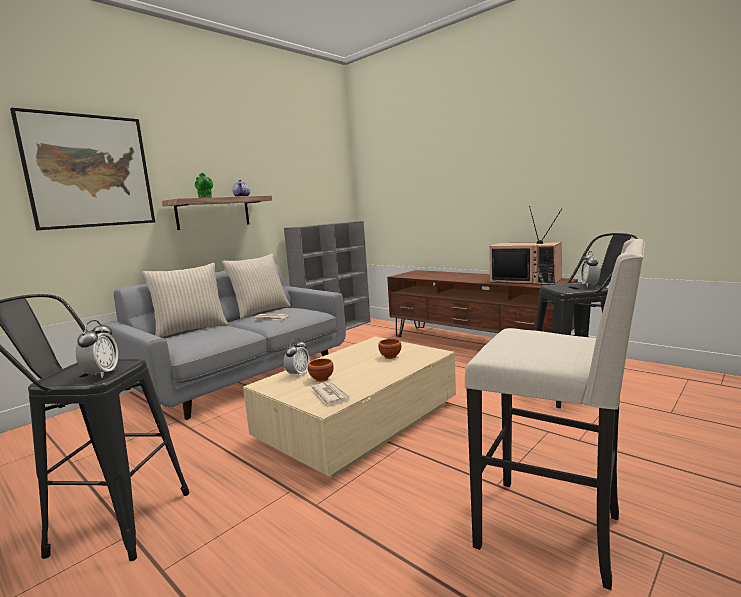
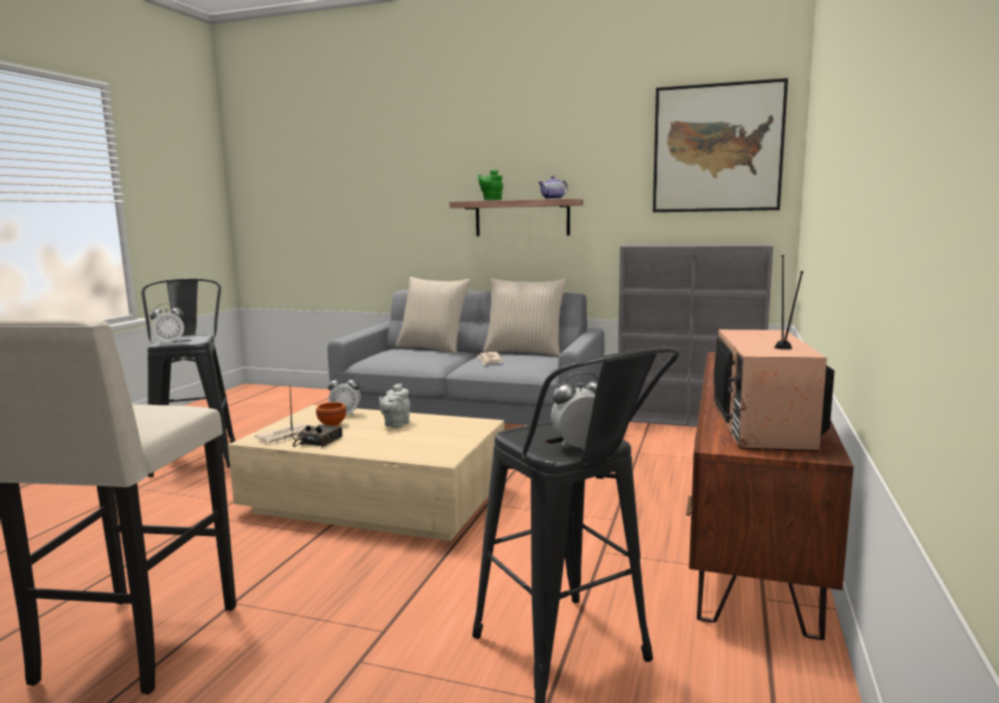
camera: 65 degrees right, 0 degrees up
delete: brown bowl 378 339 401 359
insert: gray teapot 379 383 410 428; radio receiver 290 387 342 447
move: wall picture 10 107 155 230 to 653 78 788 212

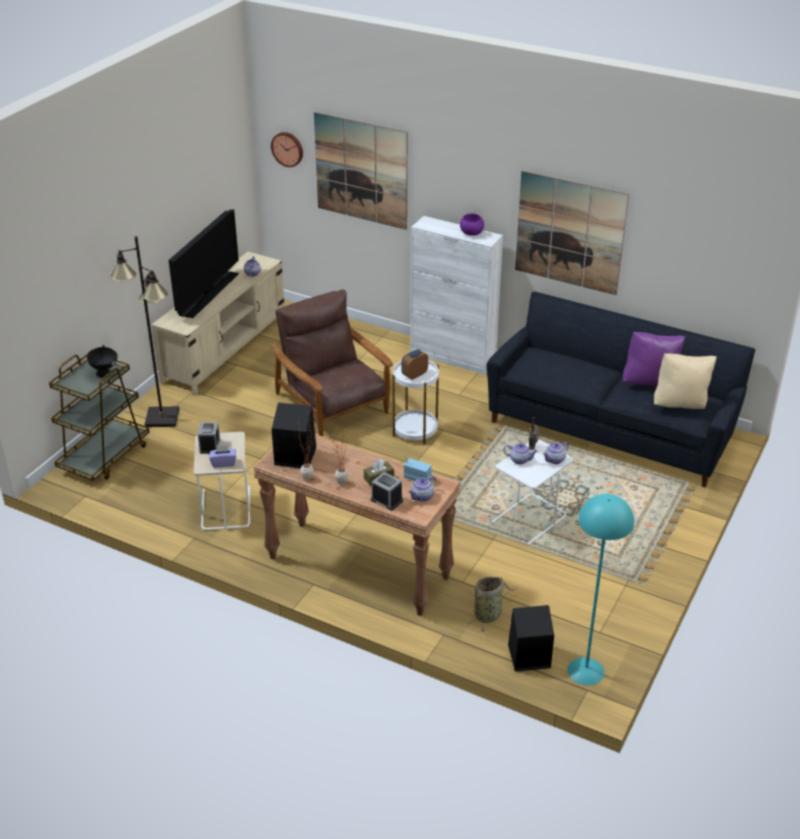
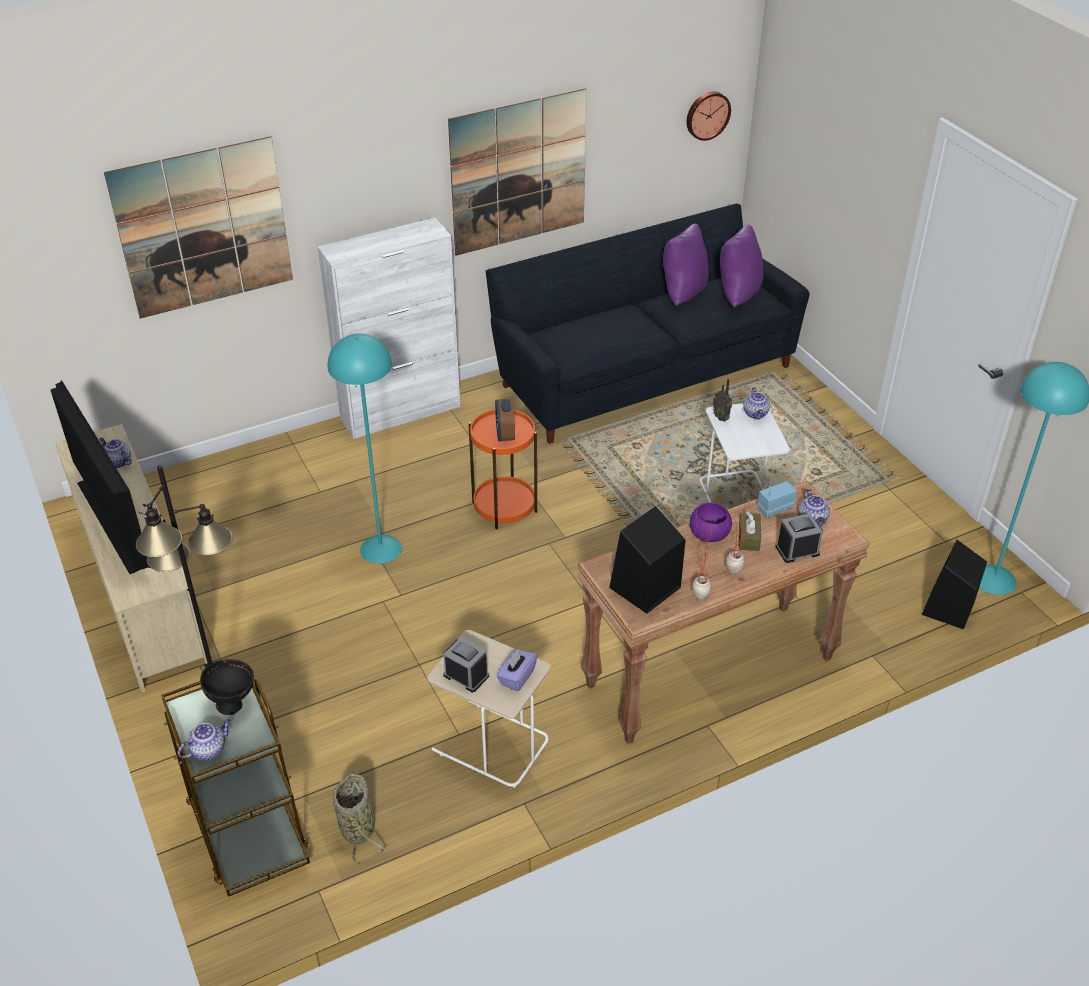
camera: 55 degrees left, 5 degrees up
move: wall clock 271 132 303 167 to 687 92 731 141; purple bowl 460 213 484 236 to 690 502 732 542; teapot 503 443 538 464 to 178 718 231 760; household basket 467 577 517 632 to 333 771 386 865
replace: brown lounge chair 272 289 393 436 to turquoise-coloured floor lamp 328 333 402 564
recolor: beige-coloured pillow 654 353 716 409 to purple pillow 720 224 764 307; whitish accent table 392 360 439 444 to orangey accent table 468 409 537 529

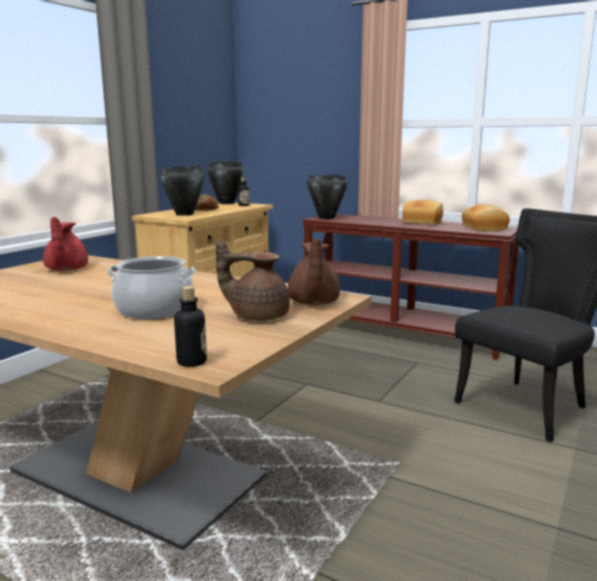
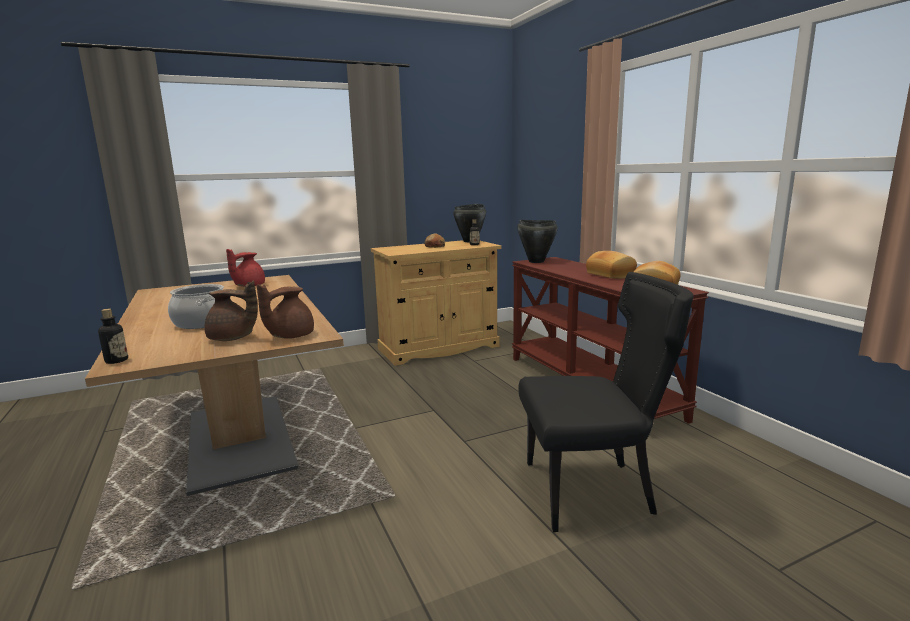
camera: 35 degrees right, 0 degrees up
delete: black-coloured saucepot 160 165 205 216
rotate: brown teapot 216 240 290 321 = 205 281 258 341 150 degrees clockwise

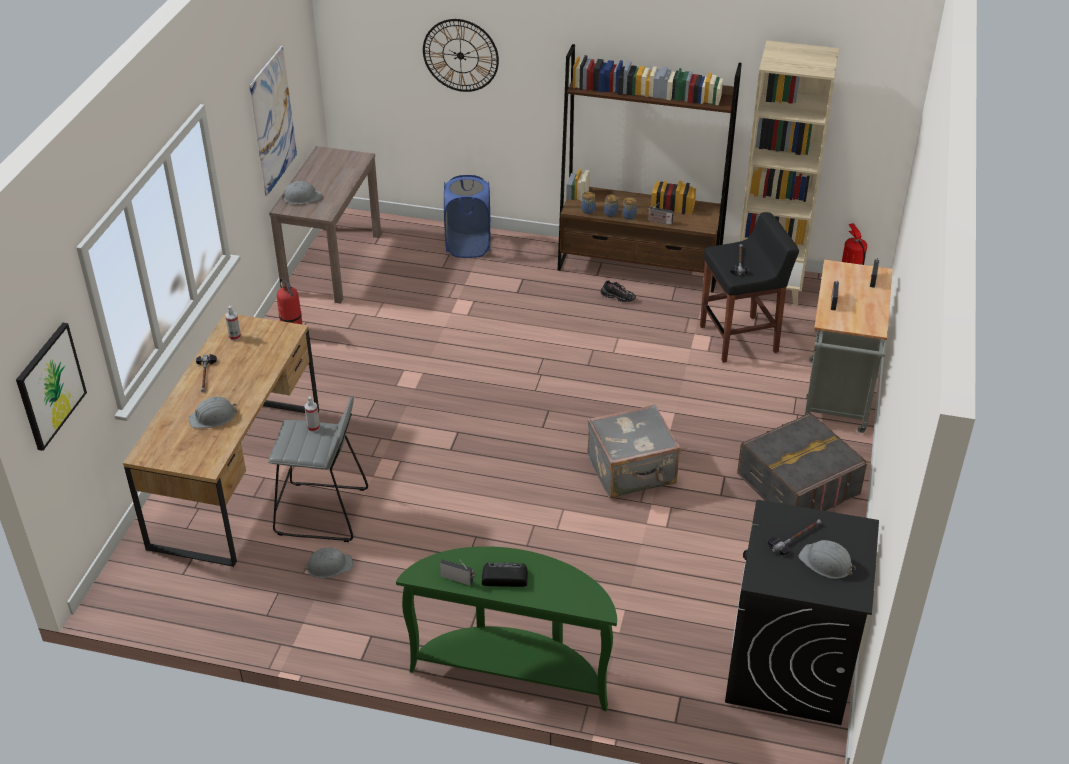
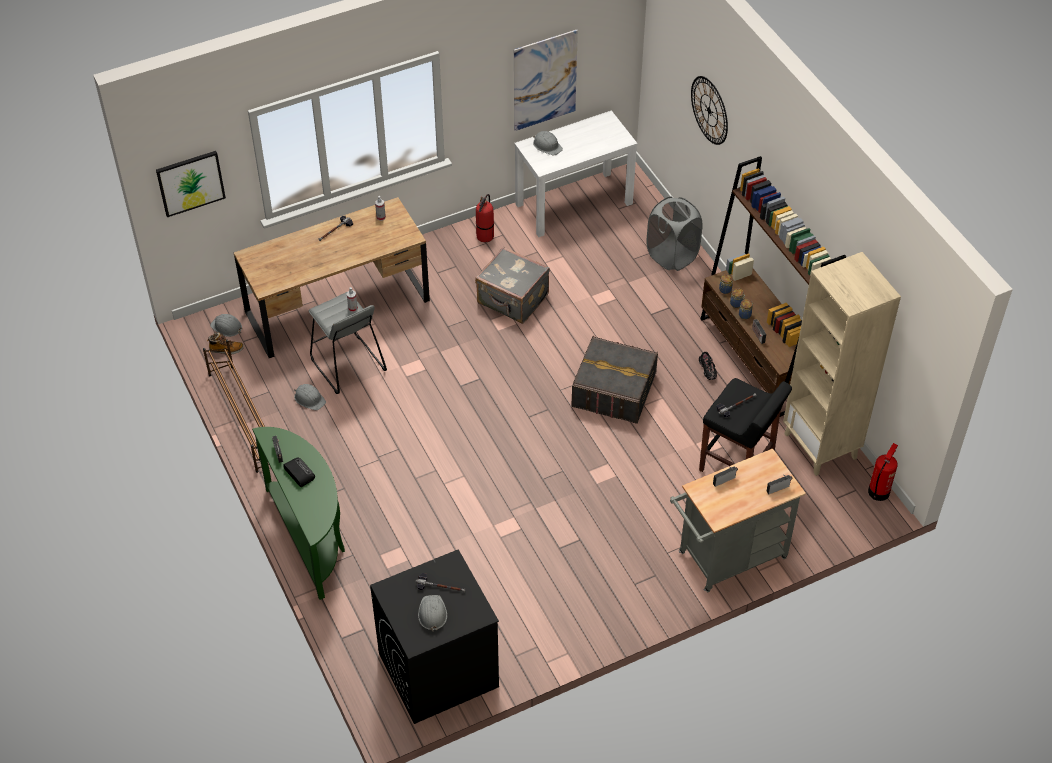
camera: 50 degrees right, 10 degrees up
insert: high-top boot 207 332 244 354; brown shoe stand 203 340 269 473
move: gray hard hat 188 397 237 428 to 210 314 243 337; gray travel case 588 404 681 498 to 475 247 550 324; gray storage bin 737 412 867 511 to 571 335 658 424
recolor: brown hall table 269 146 381 304 to whitish hall table 514 110 638 237; blue hamper 444 175 490 258 to gray hamper 646 197 703 271

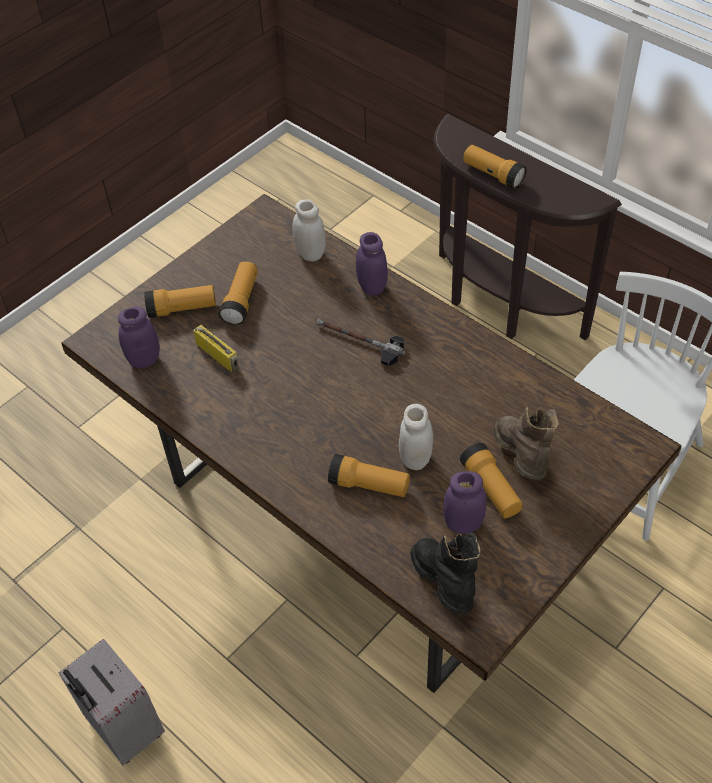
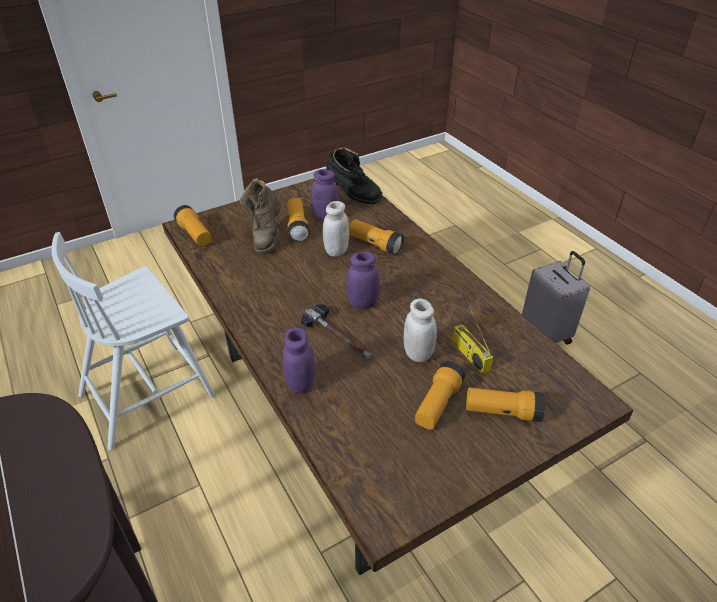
camera: 165 degrees left, 10 degrees down
move: torch 463 145 527 189 to 174 205 212 247; whitish preserve jar 293 199 326 262 to 404 299 437 362; purple preserve jar 118 306 160 368 to 347 252 380 309
rotate: black-coloured high-top boot 410 532 481 613 = 326 148 382 204 60 degrees counterclockwise

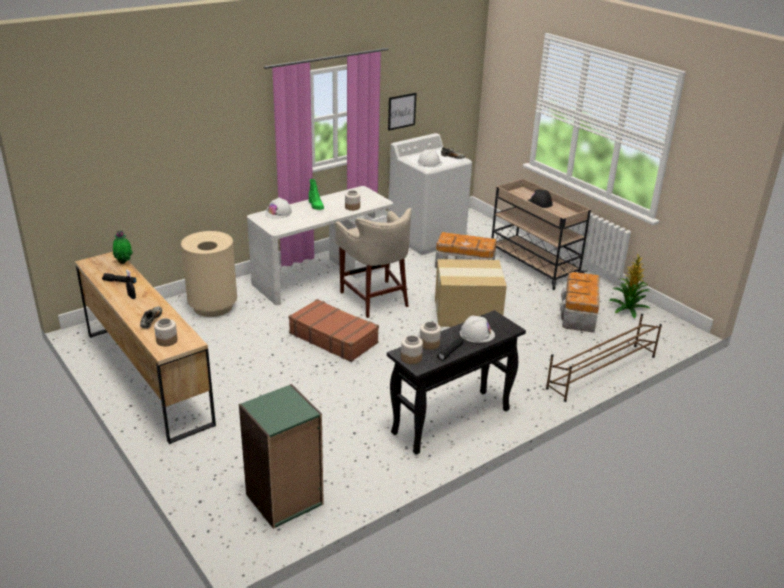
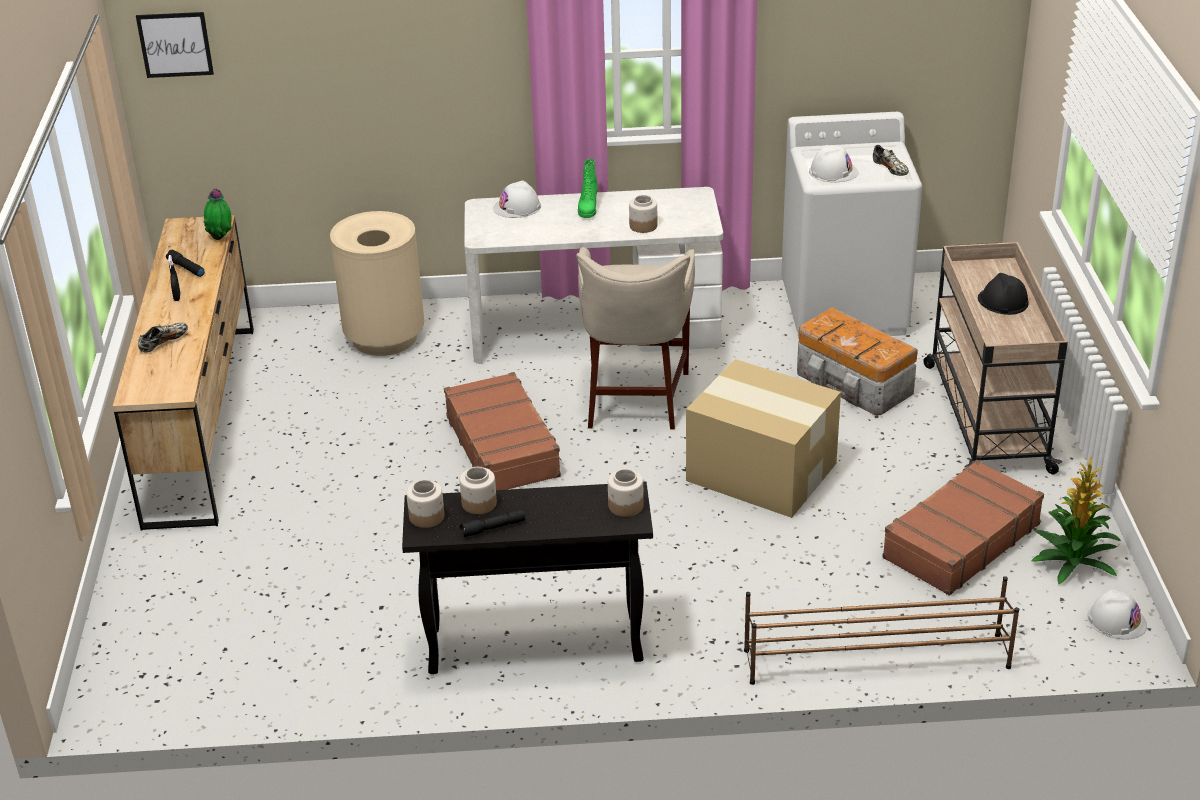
camera: 35 degrees right, 5 degrees up
delete: green-coloured shelving unit 239 384 324 529
move: wall picture 388 93 416 131 to 136 12 214 78; whitish hard hat 460 315 495 343 to 1087 589 1147 640; preserve jar 154 318 178 346 to 608 469 644 517
replace: storage bin 560 272 599 333 to brown travel case 882 460 1044 596

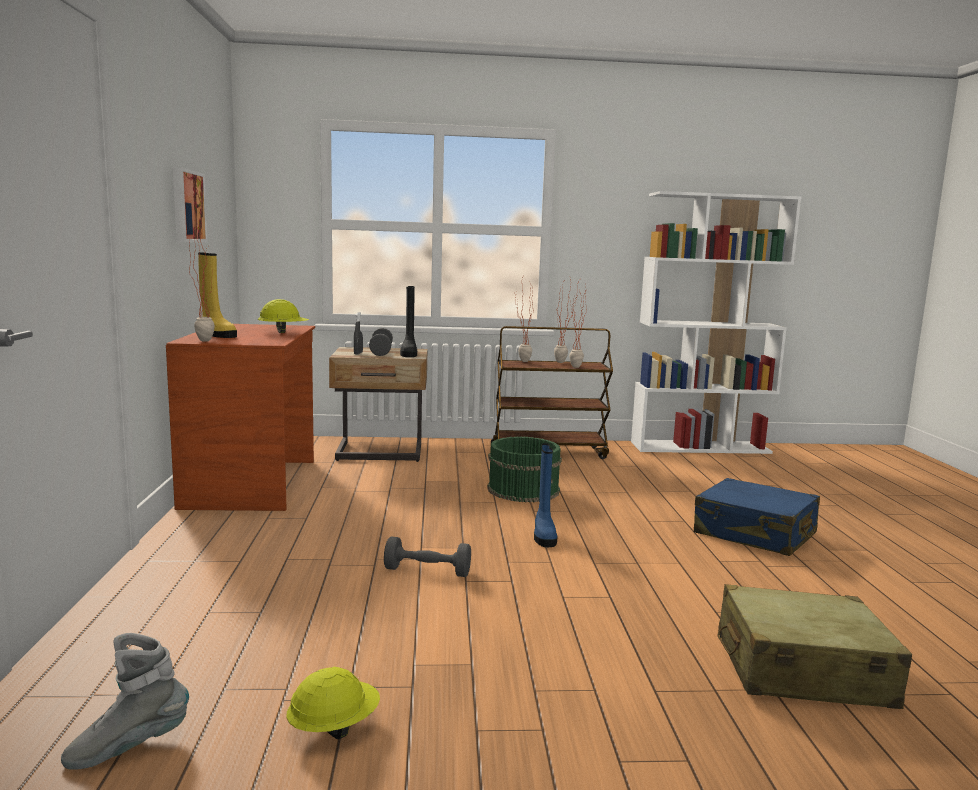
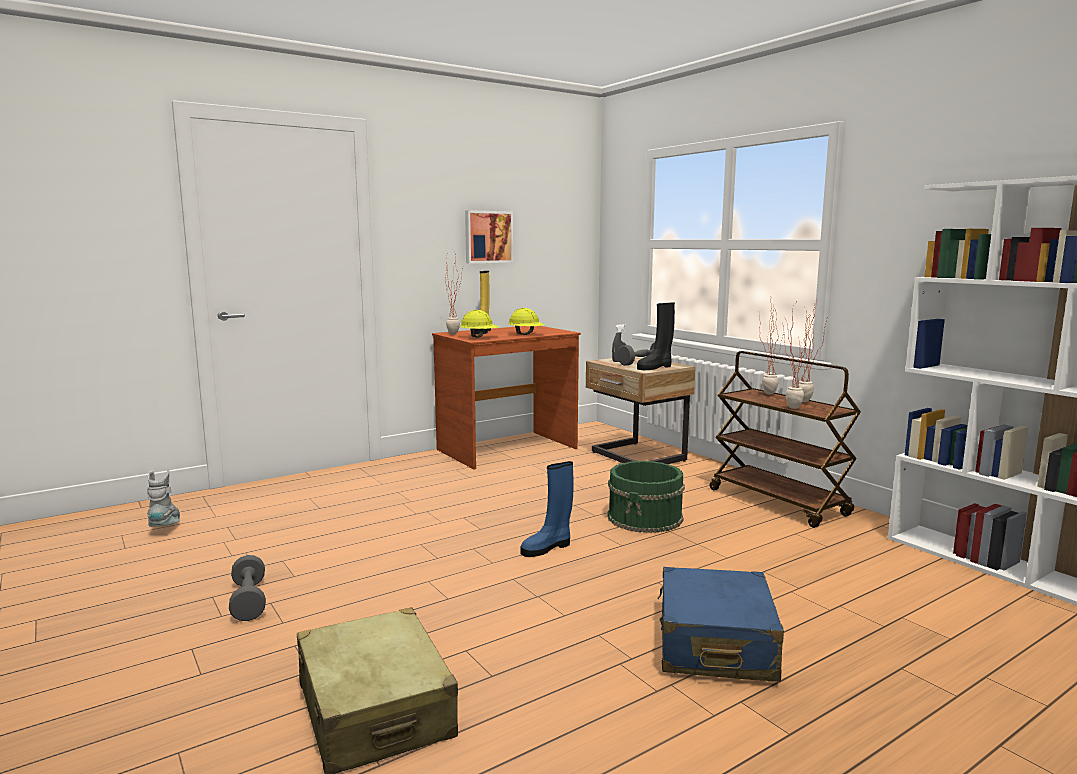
camera: 60 degrees right, 0 degrees up
move: gray dumbbell 384 536 471 577 to 229 555 266 621; yellow-coloured hard hat 286 666 380 739 to 460 310 499 338
rotate: gray high-top boot 61 633 189 770 = 147 469 180 527 45 degrees clockwise

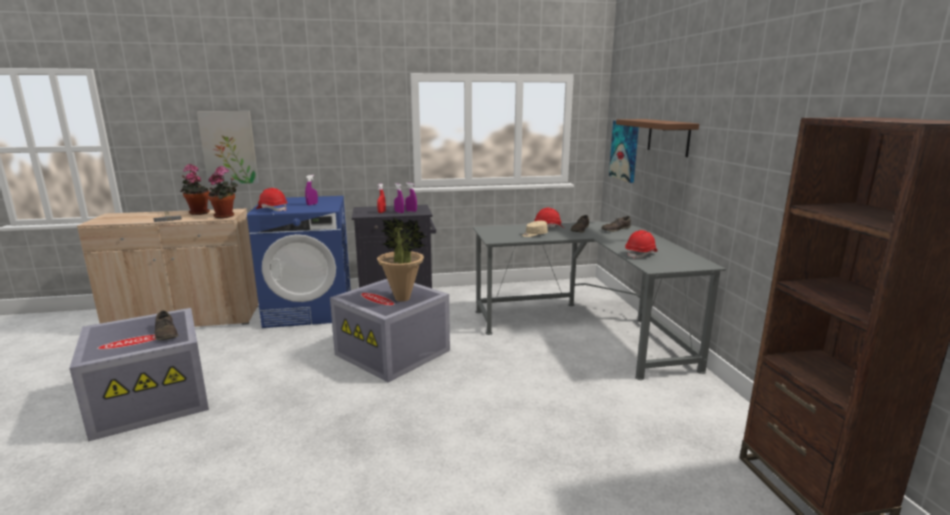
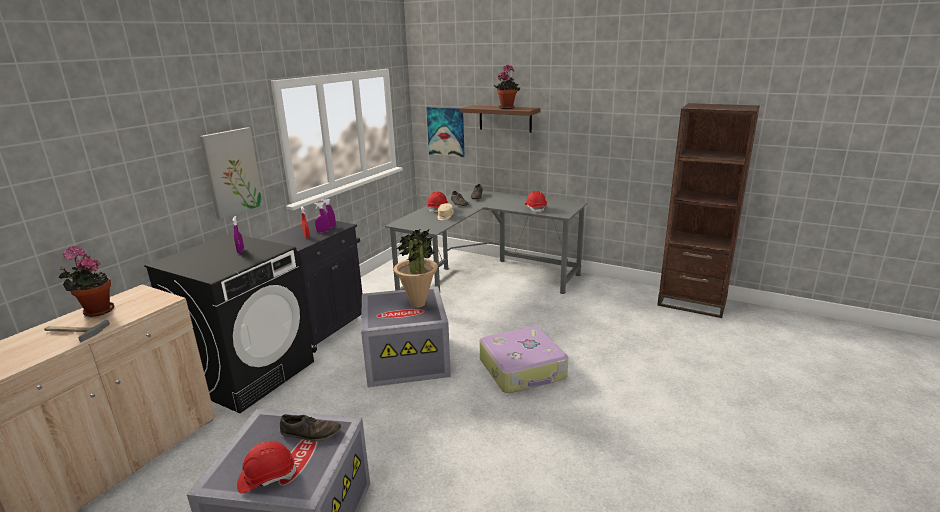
camera: 50 degrees left, 5 degrees up
insert: travel case 479 326 568 393
move: wall picture 197 111 259 185 to 200 127 264 220; plant in a pot 208 166 238 218 to 494 65 520 109; reddish hard hat 256 188 288 211 to 237 441 296 494
recolor: blue laundry appliance 247 196 351 328 to black-coloured laundry appliance 144 233 314 413

